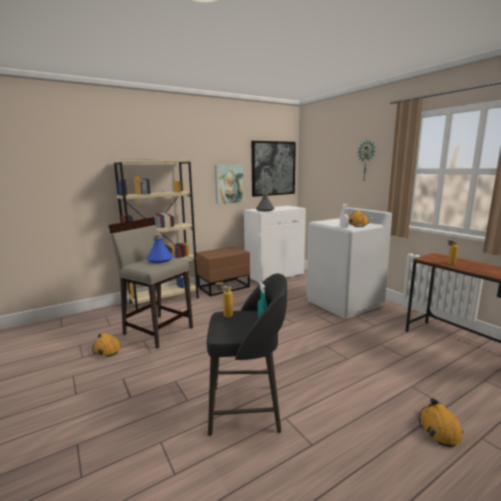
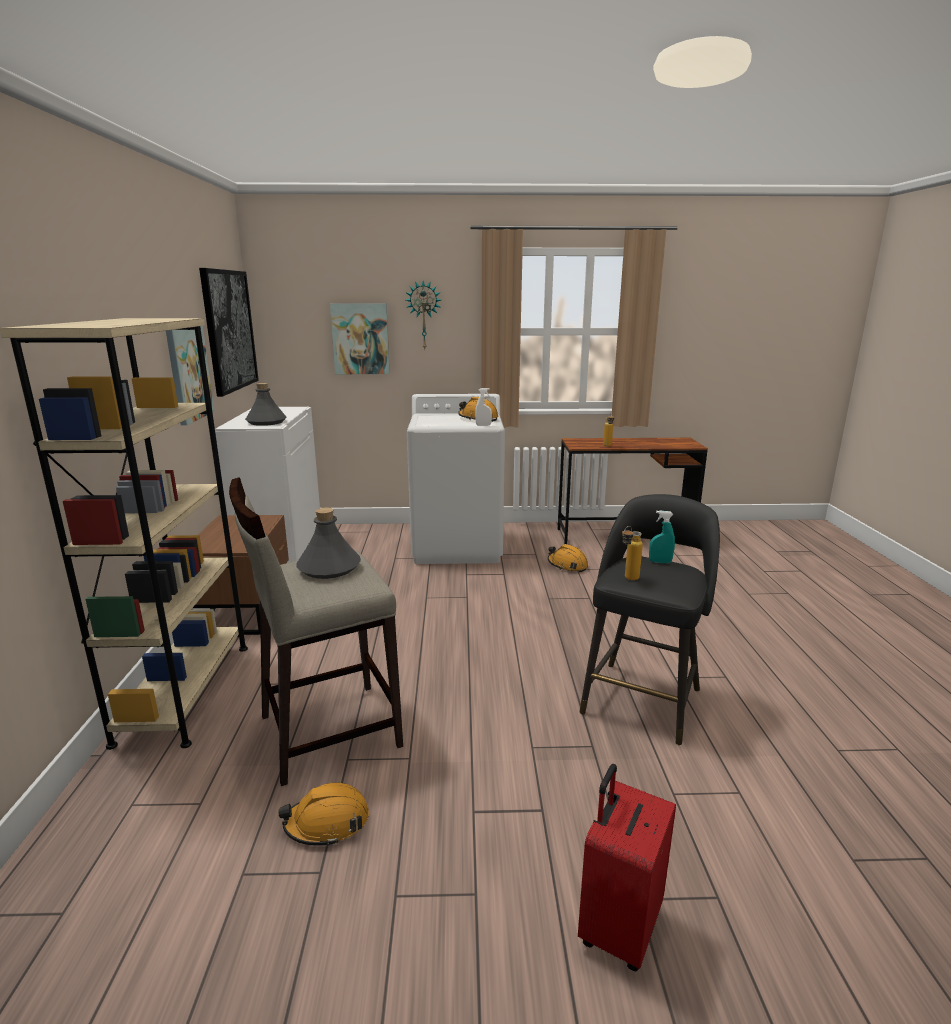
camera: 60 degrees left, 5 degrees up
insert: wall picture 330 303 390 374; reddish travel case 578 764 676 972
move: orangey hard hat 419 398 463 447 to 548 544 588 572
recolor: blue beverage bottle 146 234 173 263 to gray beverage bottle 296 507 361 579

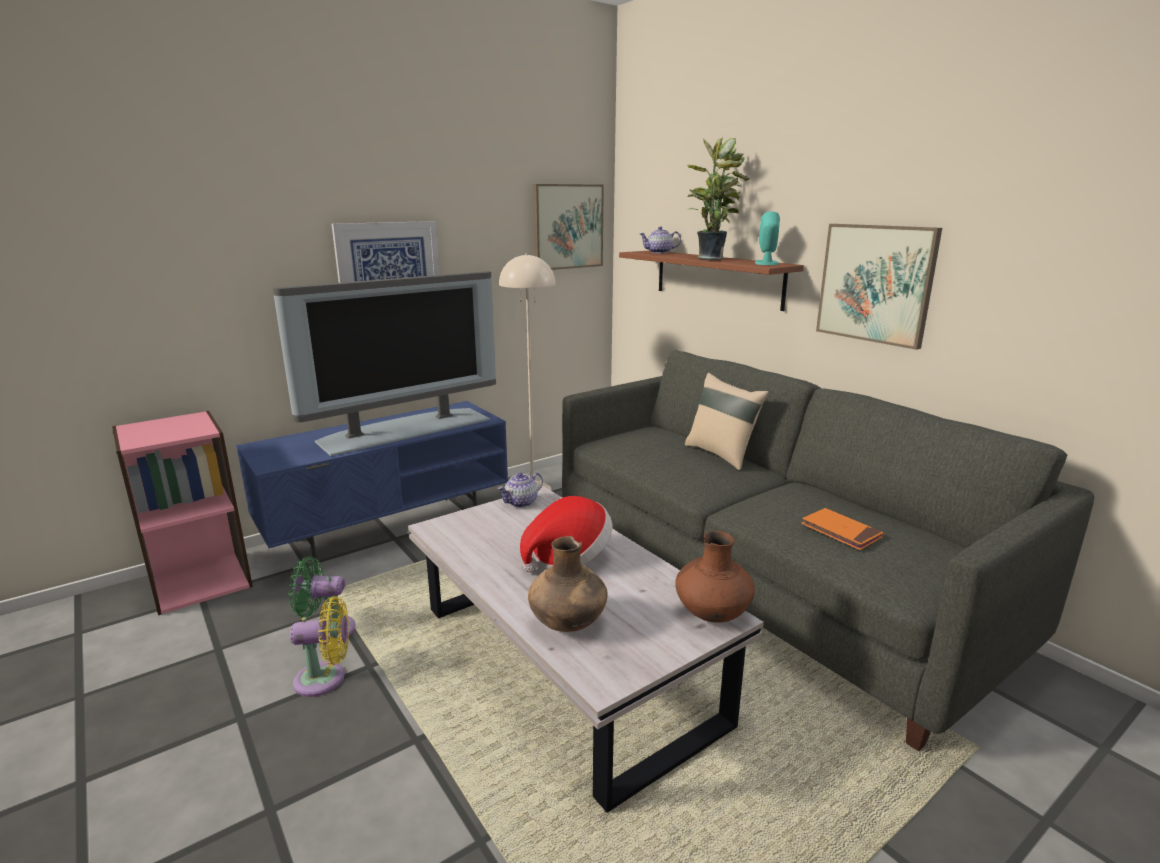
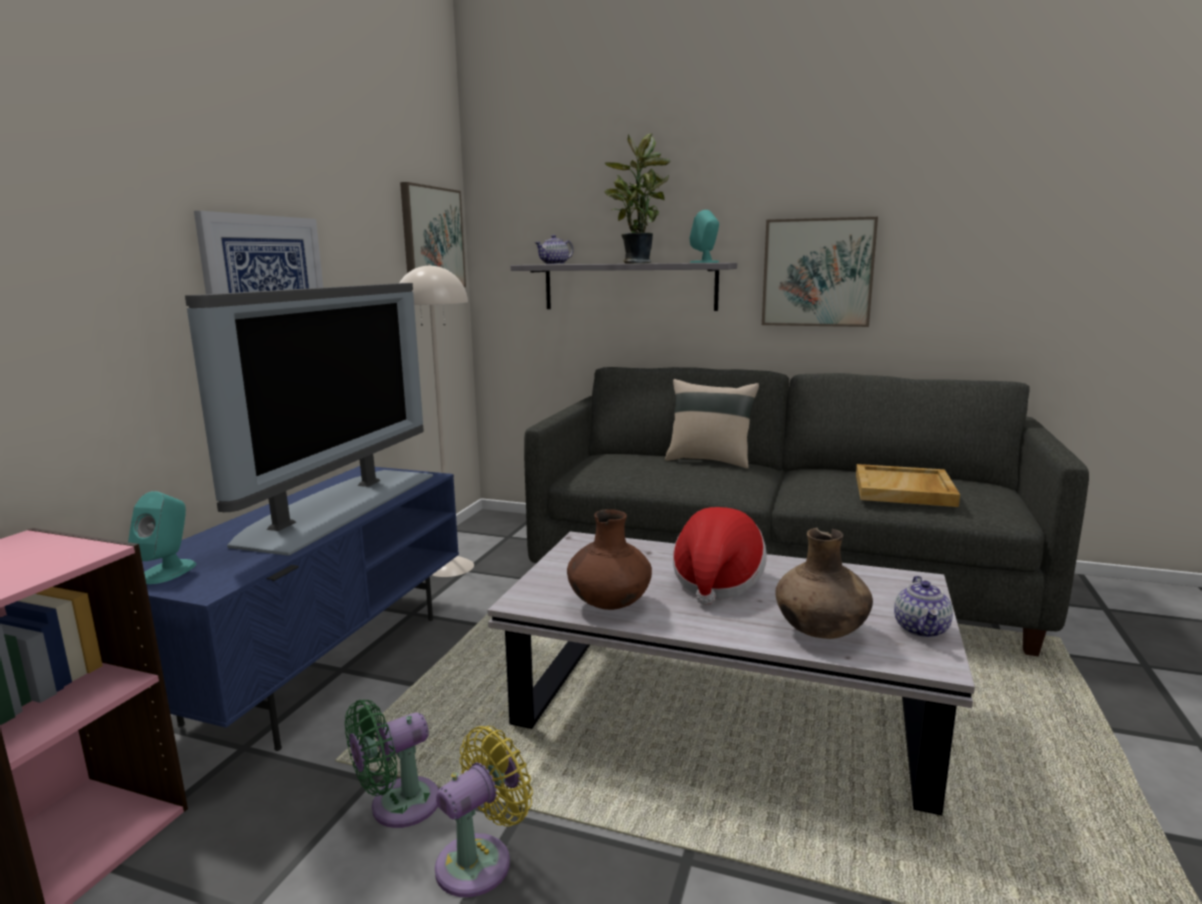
camera: 35 degrees left, 5 degrees down
insert: turquoise-coloured audio speaker 128 491 196 584
move: teapot 497 472 543 507 to 894 576 953 638; brown flower vase 675 531 755 622 to 567 509 652 610
replace: orangey book 801 508 884 550 to beige-coloured serving tray 856 464 960 507
recolor: brown wall shelf 619 250 804 311 to gray wall shelf 511 263 737 311

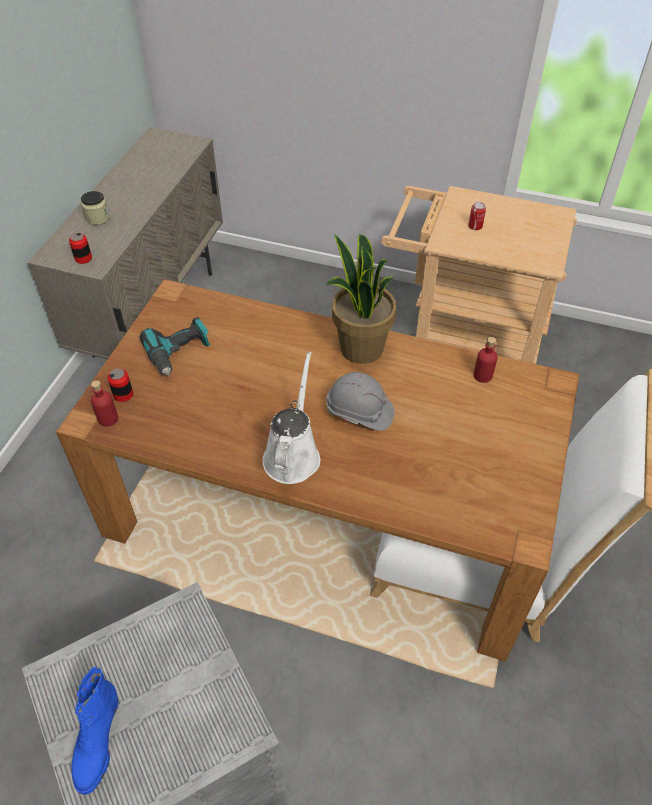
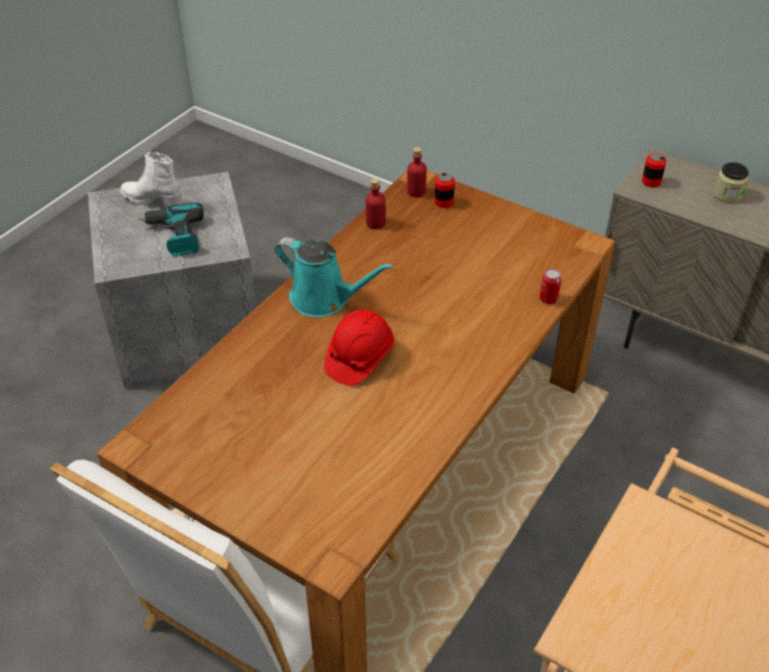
camera: 105 degrees right, 5 degrees down
delete: plant in a pot 325 234 397 364
move: sealed can 468 202 486 230 to 540 269 562 304; electric drill 140 317 210 376 to 138 202 204 256; reddish beverage bottle 474 337 498 383 to 366 178 386 229
recolor: whitish sprinkling can 262 351 320 484 to turquoise-coloured sprinkling can 275 237 394 317; gray hard hat 326 372 394 431 to reddish hard hat 324 310 394 386; blue high-top boot 71 667 119 795 to whitish high-top boot 120 152 183 207

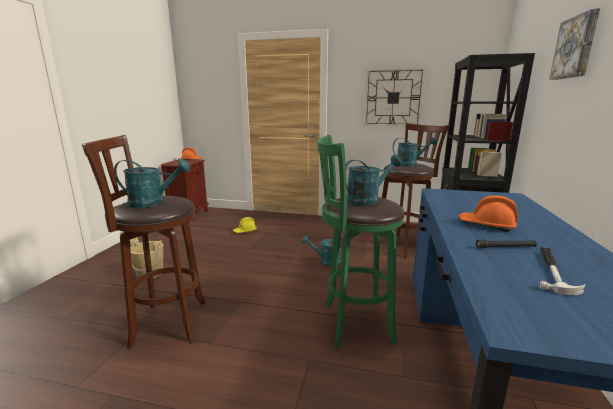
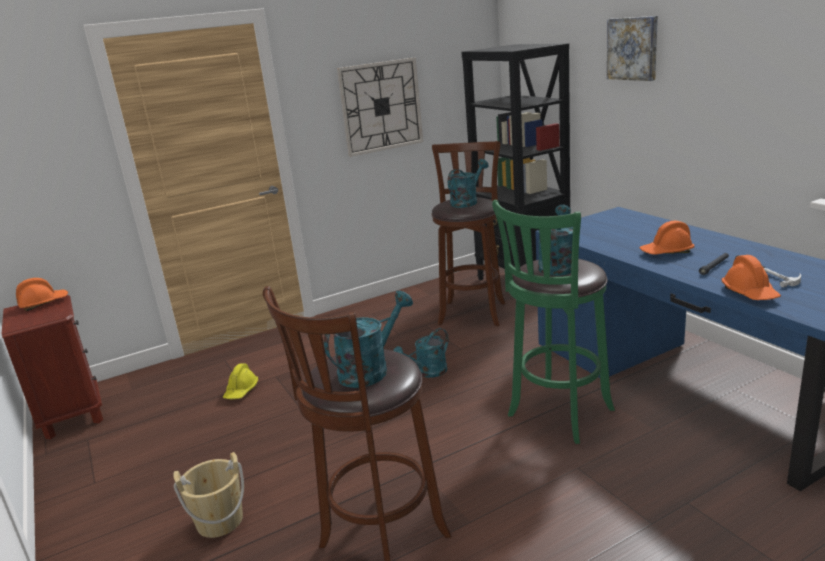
camera: 40 degrees left, 5 degrees up
insert: orangey hard hat 721 255 781 300

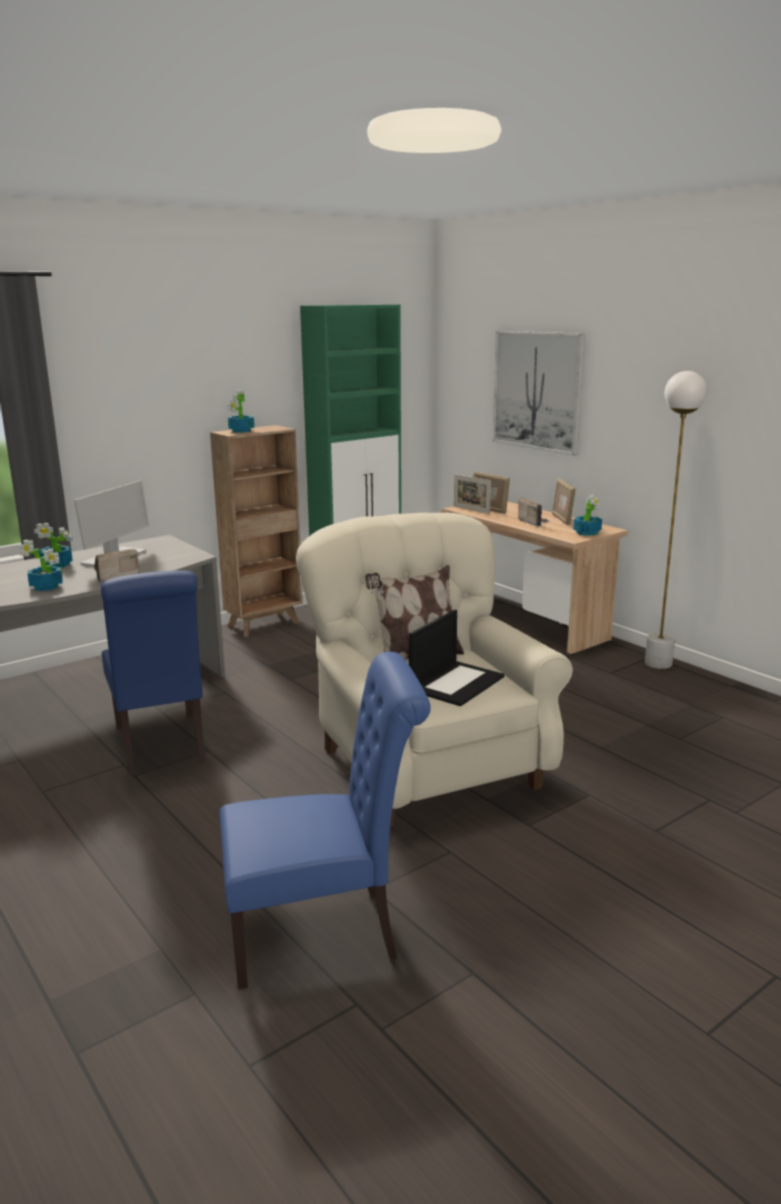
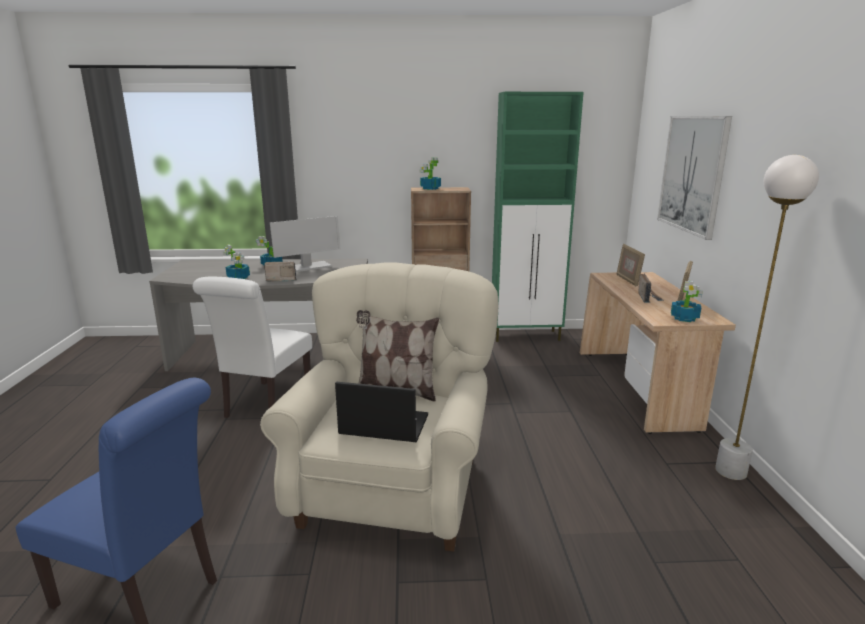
camera: 35 degrees right, 0 degrees up
delete: standing frame 454 474 491 514
recolor: blue plain chair 101 570 205 775 to whitish plain chair 193 277 312 418
rotate: laptop 409 610 505 706 = 335 382 428 442 150 degrees counterclockwise

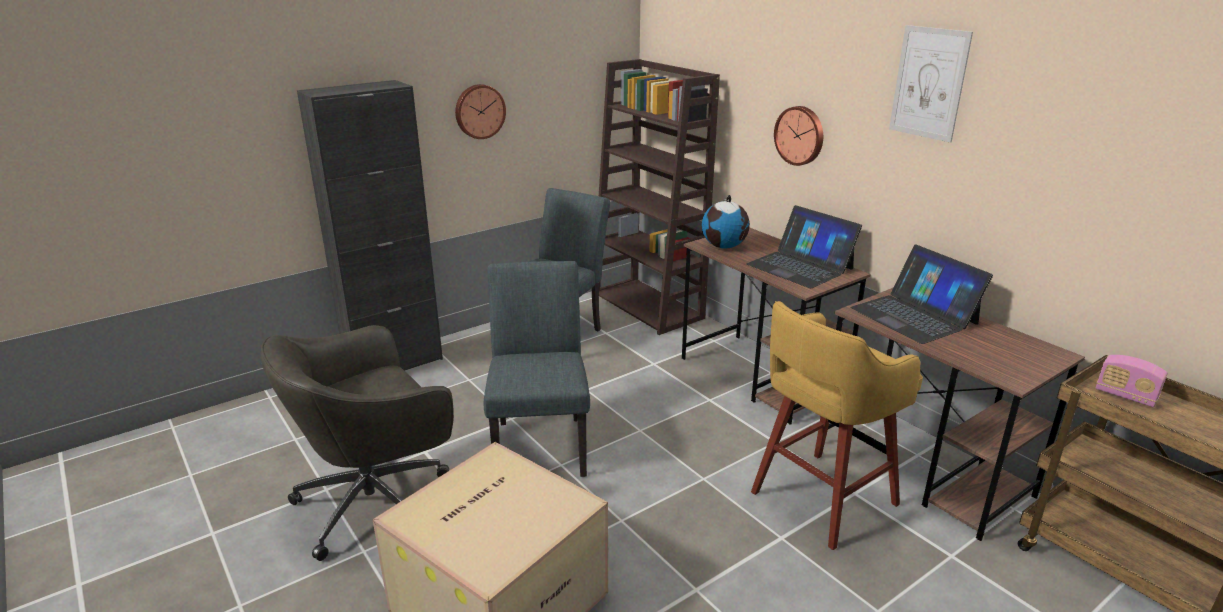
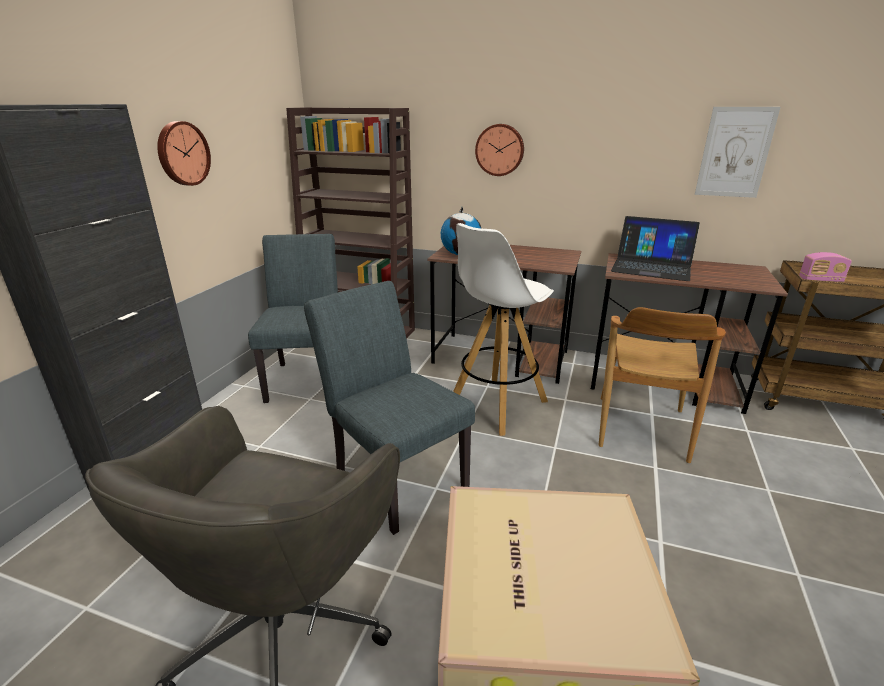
camera: 35 degrees left, 0 degrees up
delete: laptop 746 205 862 288
insert: whitish stool 453 223 554 436
move: wall picture 889 25 973 143 to 695 107 780 198
replace: yellow-coloured stool 751 301 923 550 to brown plain chair 599 307 726 463

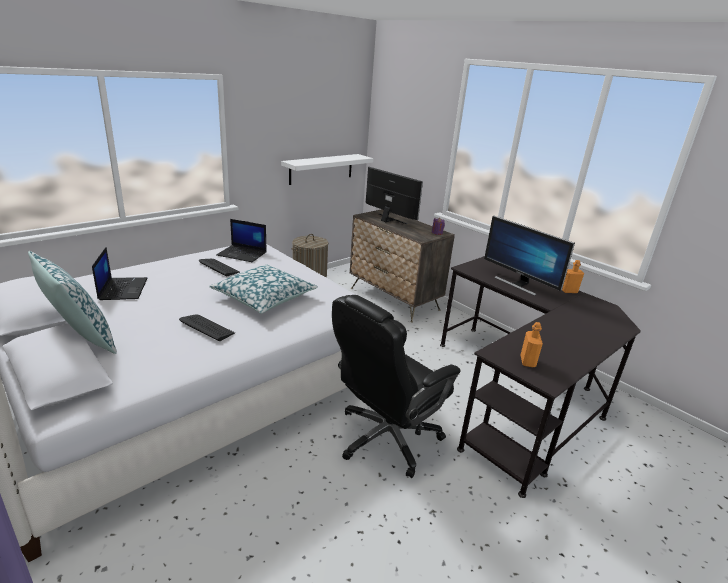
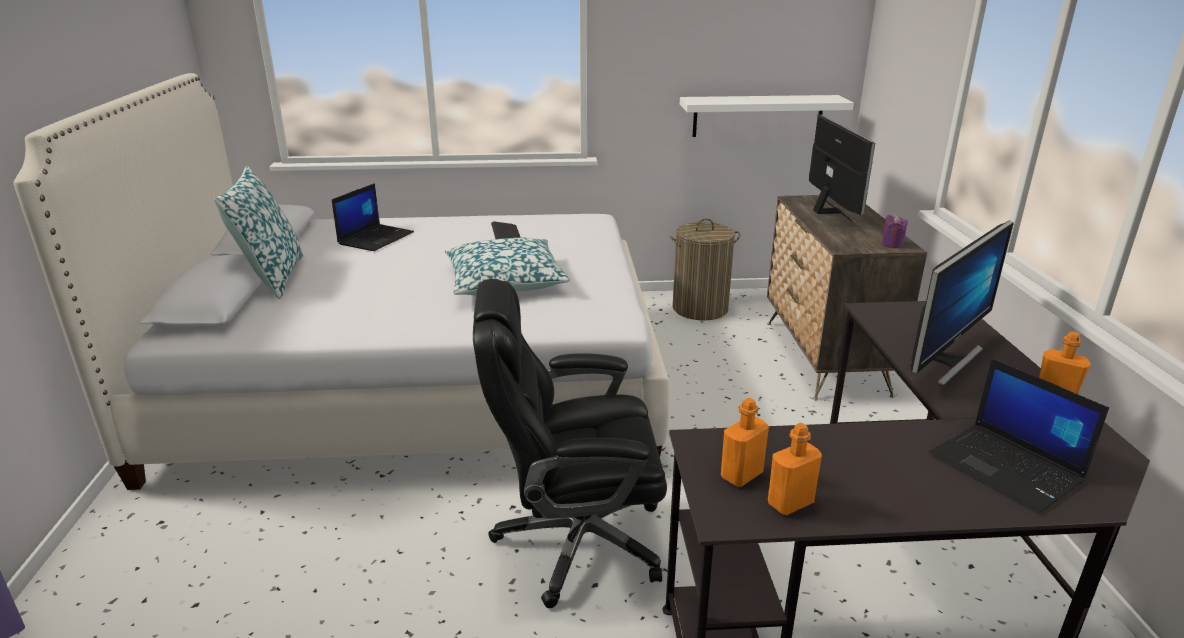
camera: 40 degrees right, 0 degrees up
delete: keyboard 179 315 235 341
insert: orangey beverage bottle 768 423 822 515
move: laptop 216 219 267 262 to 929 359 1109 513
rotate: computer screen 484 216 575 296 = 910 221 1014 385 135 degrees counterclockwise

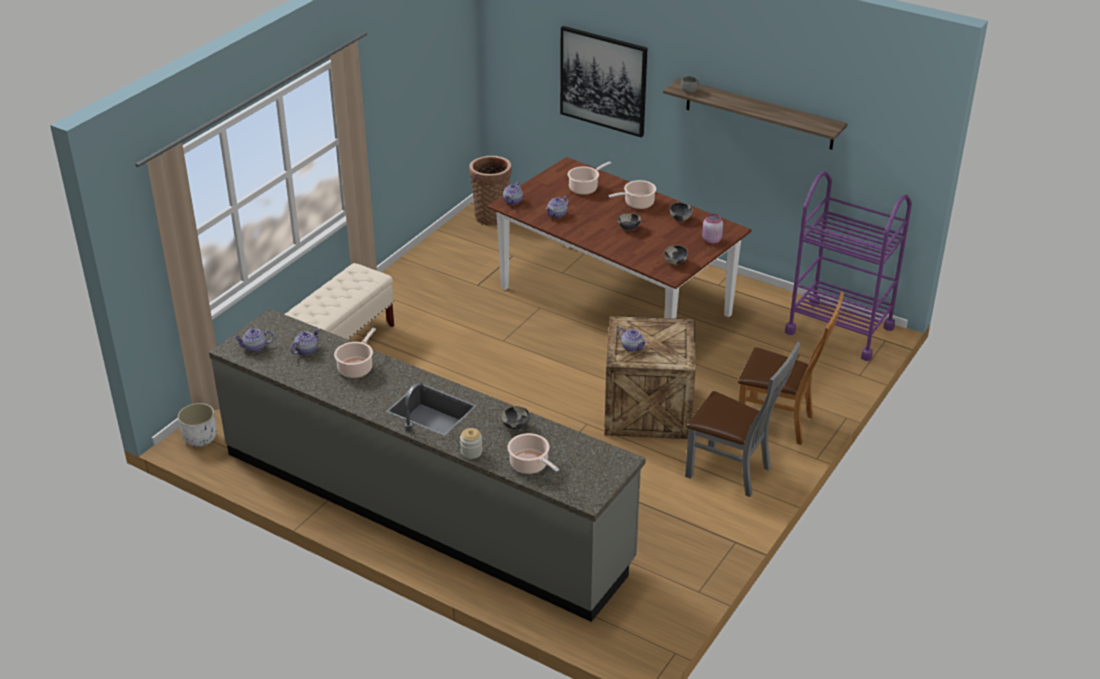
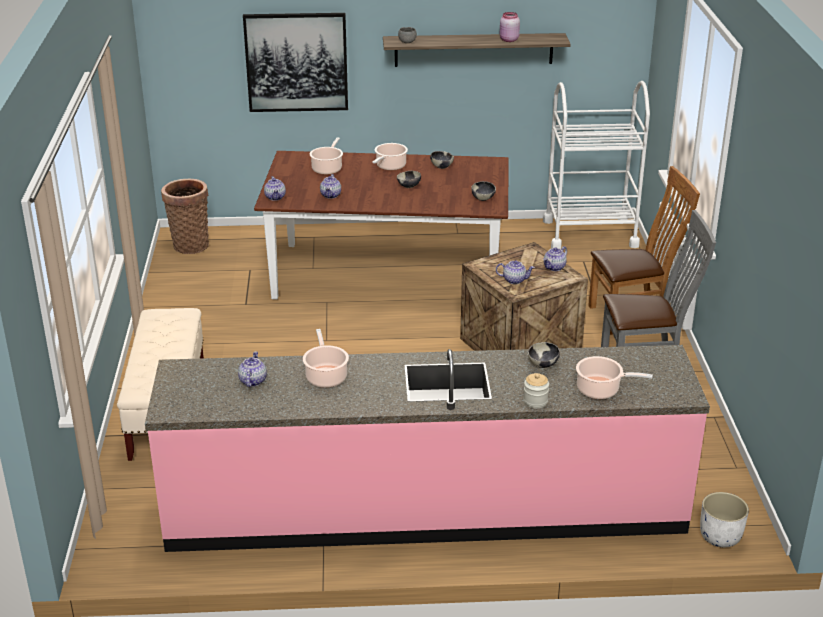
camera: 35 degrees left, 5 degrees down
move: pink-coloured preserve jar 702 214 723 244 to 500 12 520 42; teapot 234 328 274 352 to 543 246 567 271; whitish flower pot 178 403 216 447 to 700 492 749 547
recolor: purple wheeled cart 785 172 912 361 to whitish wheeled cart 543 81 650 249; gray counter 209 308 646 622 to pink-coloured counter 145 345 710 552

